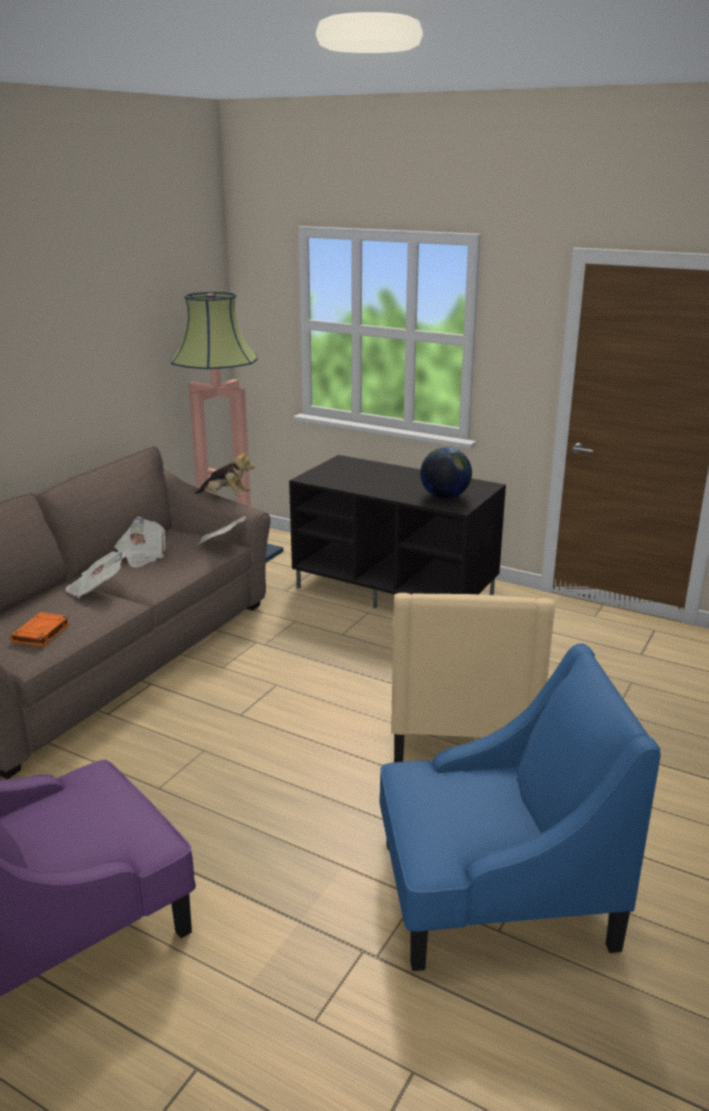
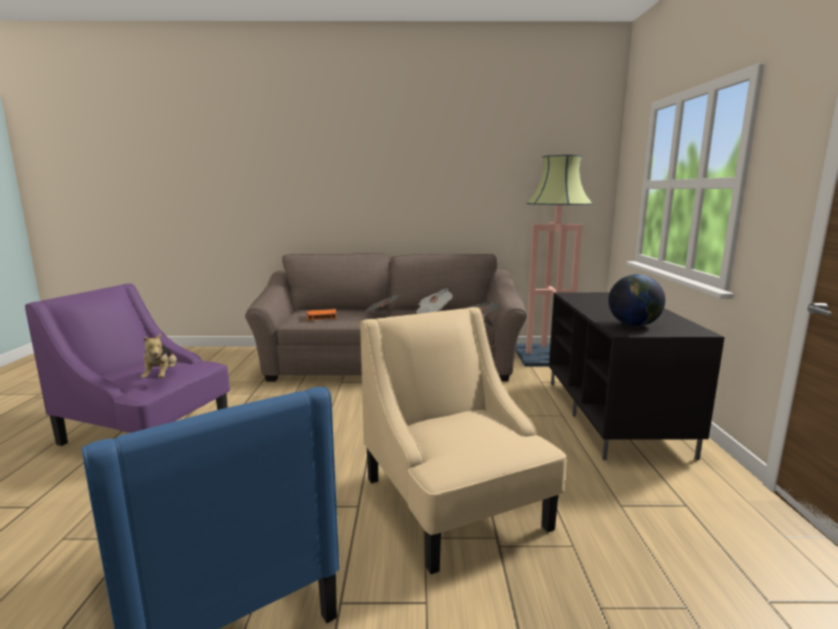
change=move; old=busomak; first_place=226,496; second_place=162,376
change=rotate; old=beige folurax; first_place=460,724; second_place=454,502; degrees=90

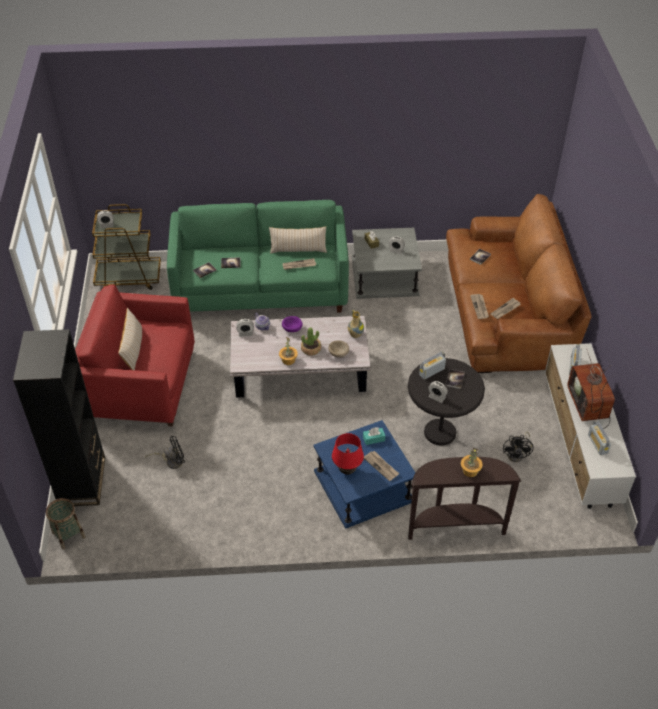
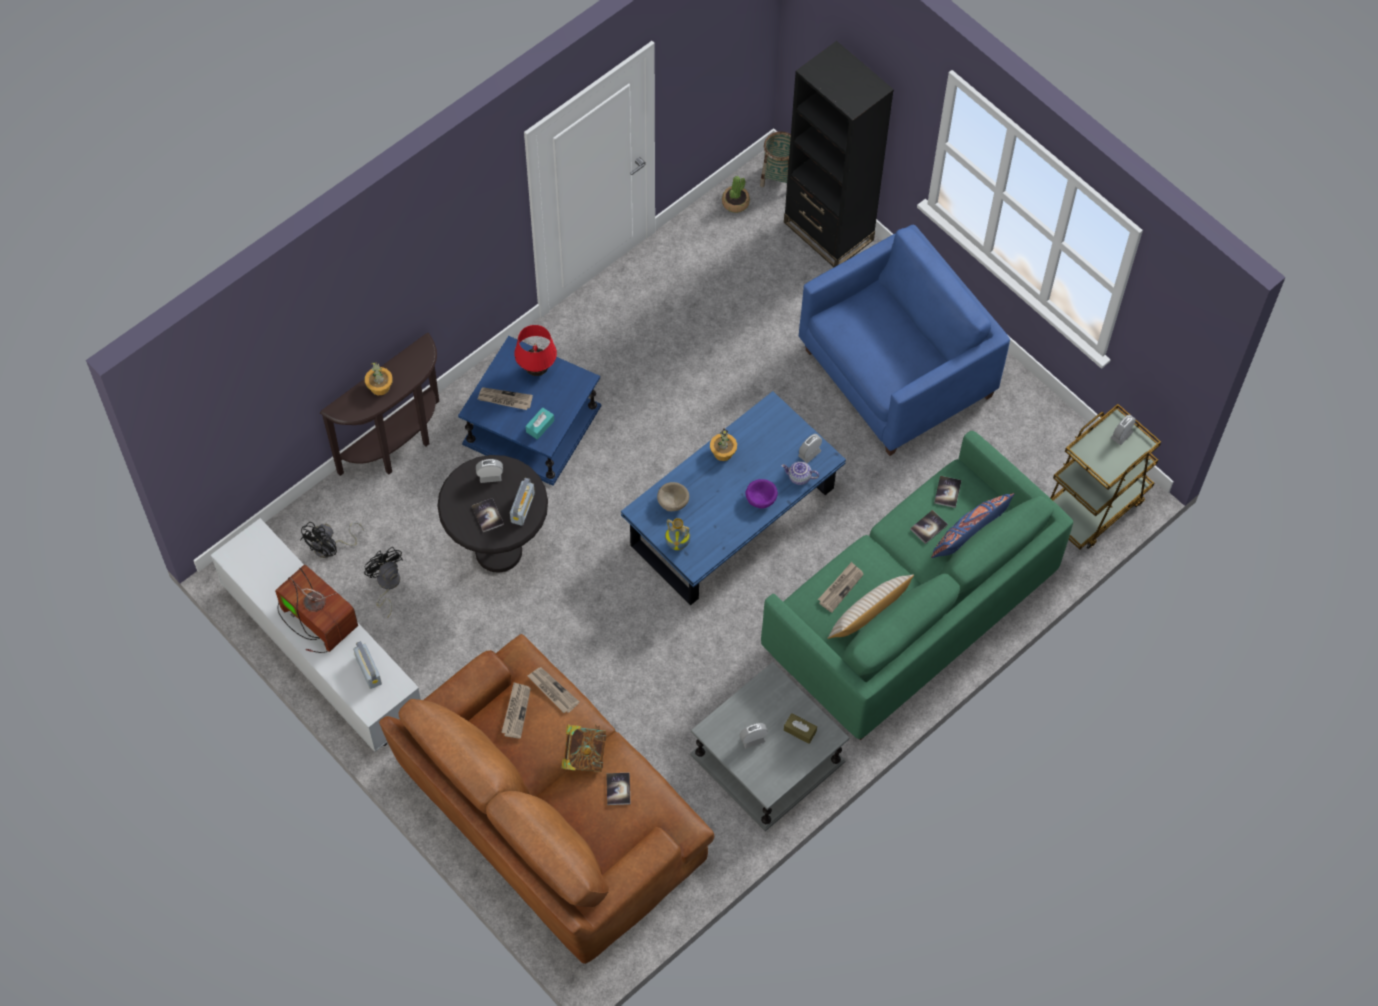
change=recolor; old=red folurax; new=blue folurax; first_place=141,386; second_place=896,372
change=delete; old=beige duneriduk; first_place=133,349
change=recolor; old=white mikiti; new=blue mikiti; first_place=300,373; second_place=731,517
change=move; old=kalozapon; first_place=311,349; second_place=735,202
change=delete; old=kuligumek; first_place=597,444
change=move; old=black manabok; first_place=171,461; second_place=331,547
change=insert; new=blue duneriduk; second_place=970,535
change=insert; new=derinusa; second_place=584,755

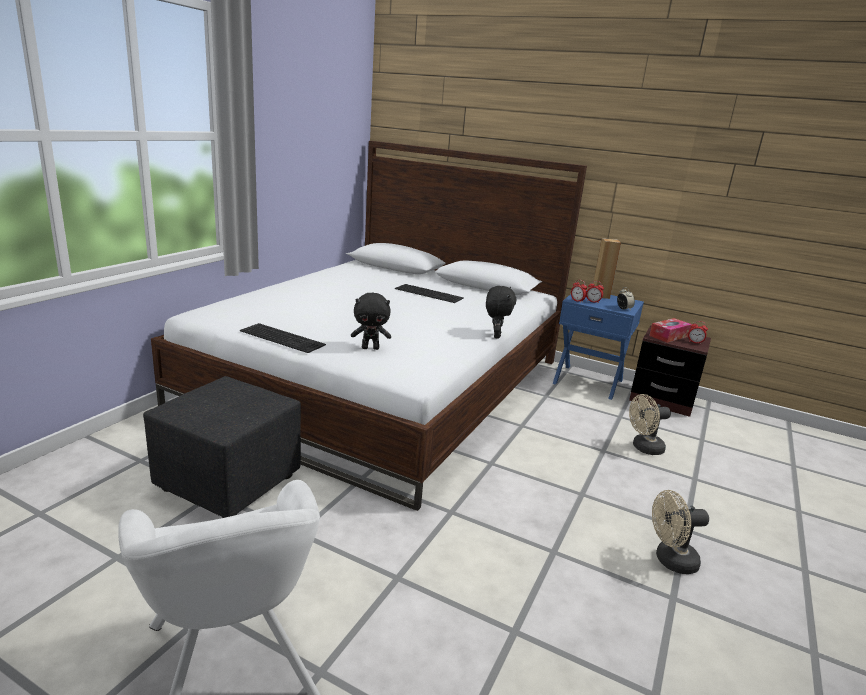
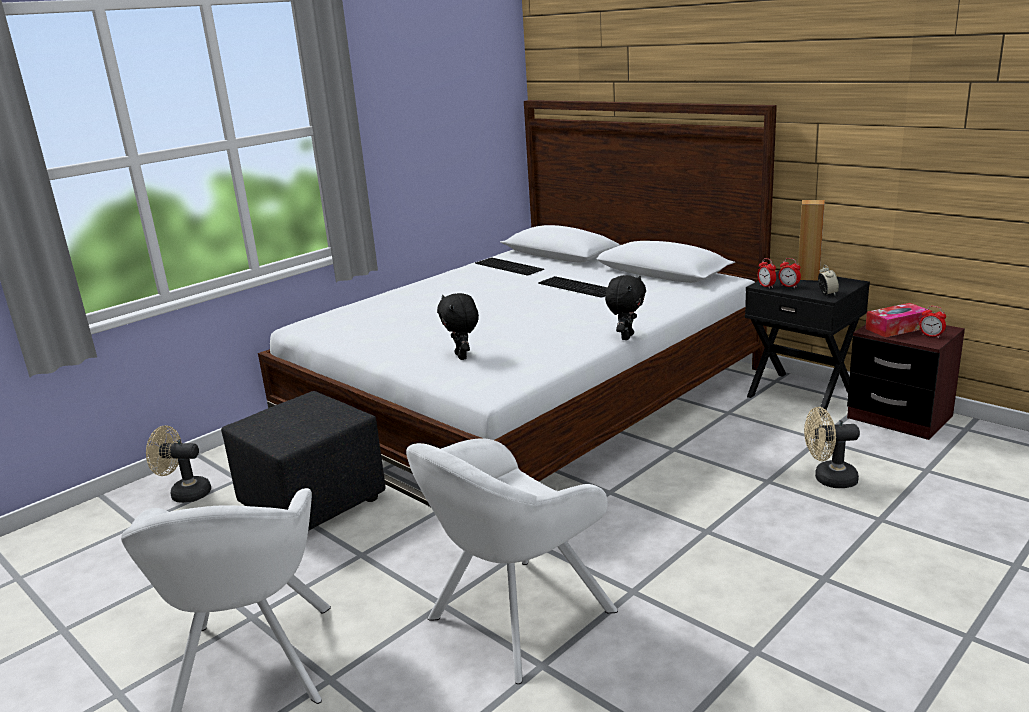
change=recolor; old=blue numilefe; new=black numilefe; first_place=588,381; second_place=801,393
change=rotate; old=black busomak; first_place=370,348; second_place=462,356; degrees=60
change=move; old=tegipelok; first_place=284,337; second_place=510,266
change=move; old=beige manabok; first_place=670,561; second_place=185,493
change=insert; new=white folurax; second_place=514,619

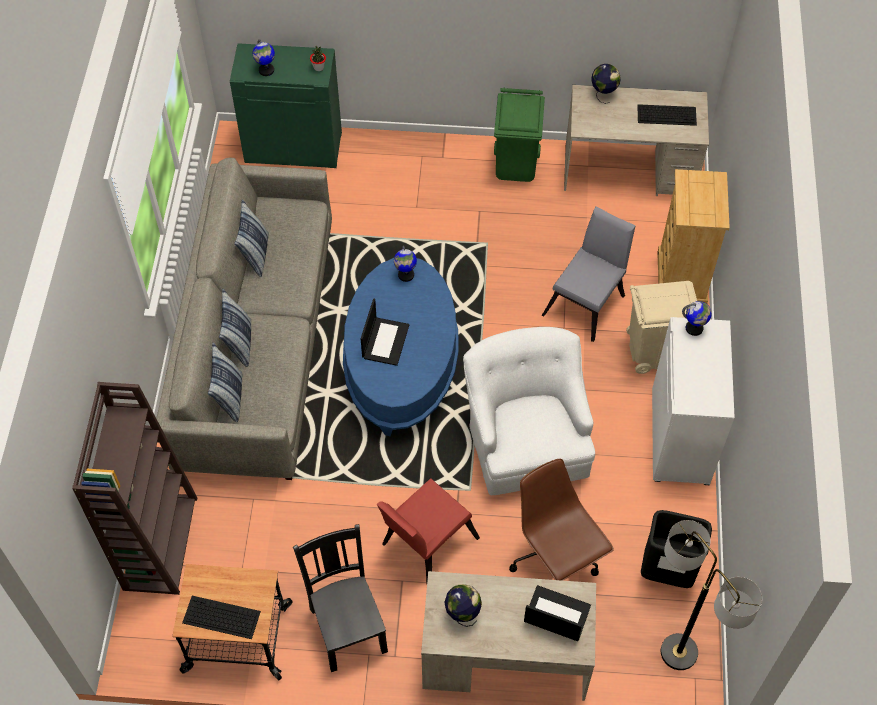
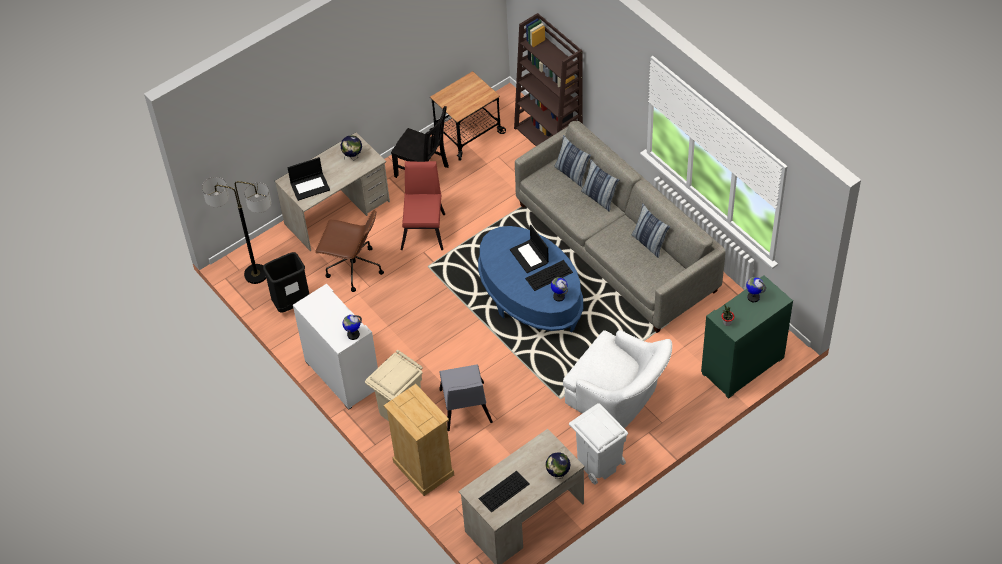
change=recolor; old=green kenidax; new=white kenidax; first_place=516,165; second_place=598,464
change=move; old=white folurax; first_place=526,439; second_place=619,398
change=move; old=tegipelok; first_place=220,617; second_place=549,275

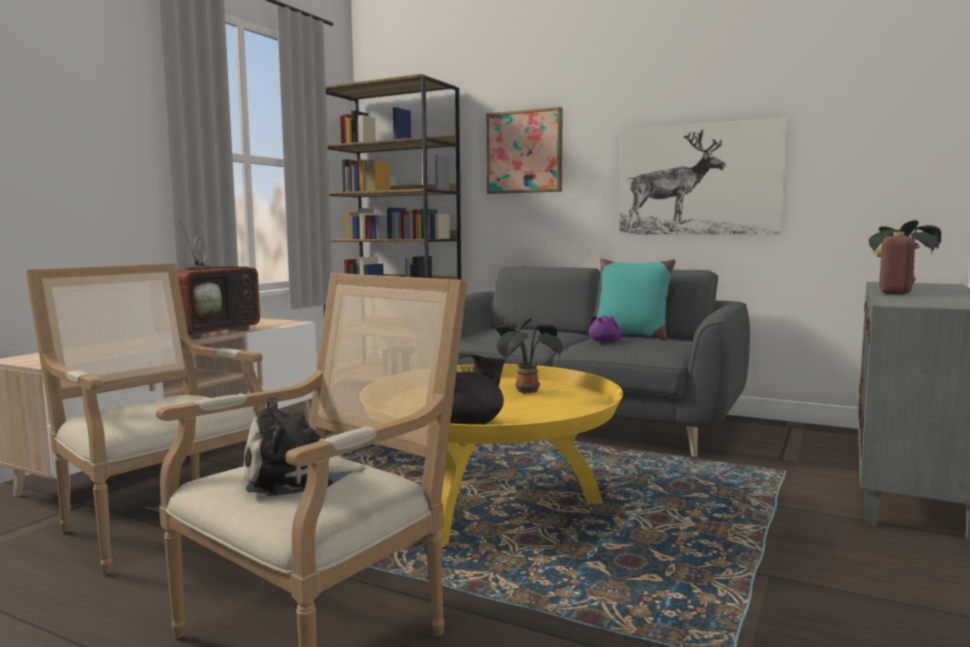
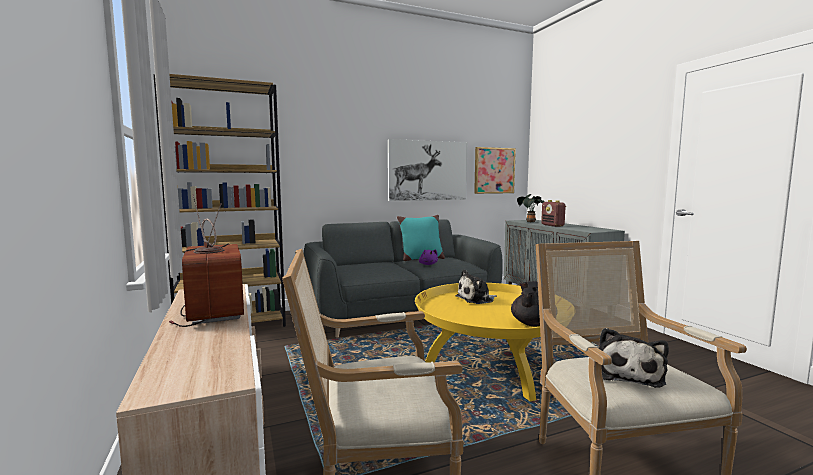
change=move; old=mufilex; first_place=524,152; second_place=494,170
change=replace; old=kalozapon; new=busomak; first_place=525,391; second_place=476,299

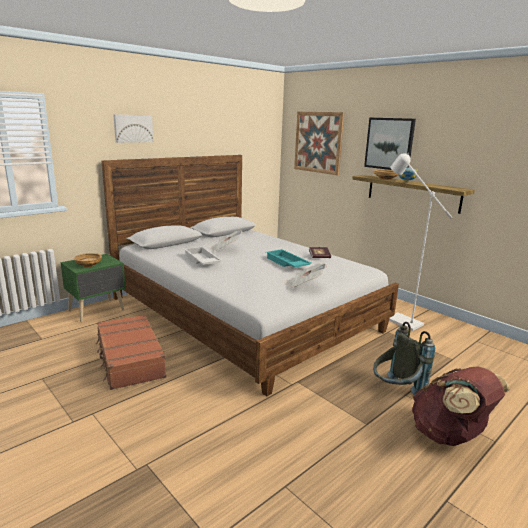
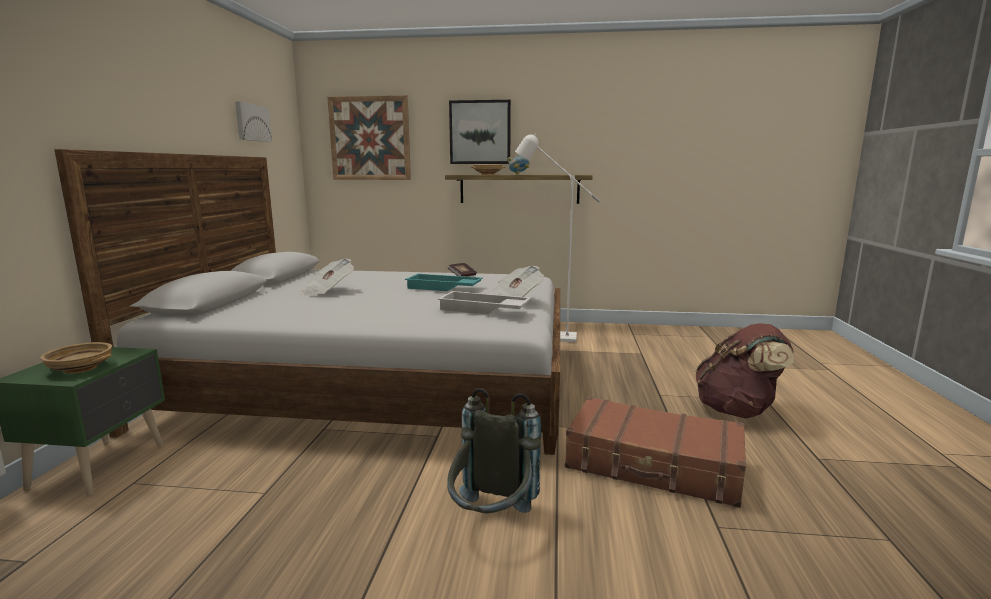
change=move; old=mufilex; first_place=133,128; second_place=252,122
change=move; old=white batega; first_place=201,260; second_place=483,309
change=move; old=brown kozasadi; first_place=129,359; second_place=653,466
change=move; old=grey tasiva; first_place=395,392; second_place=491,521

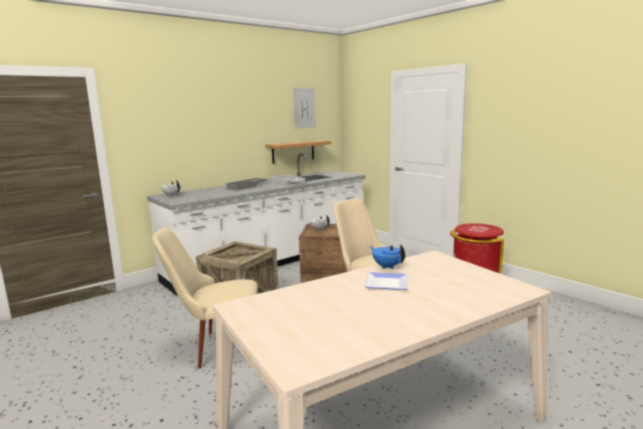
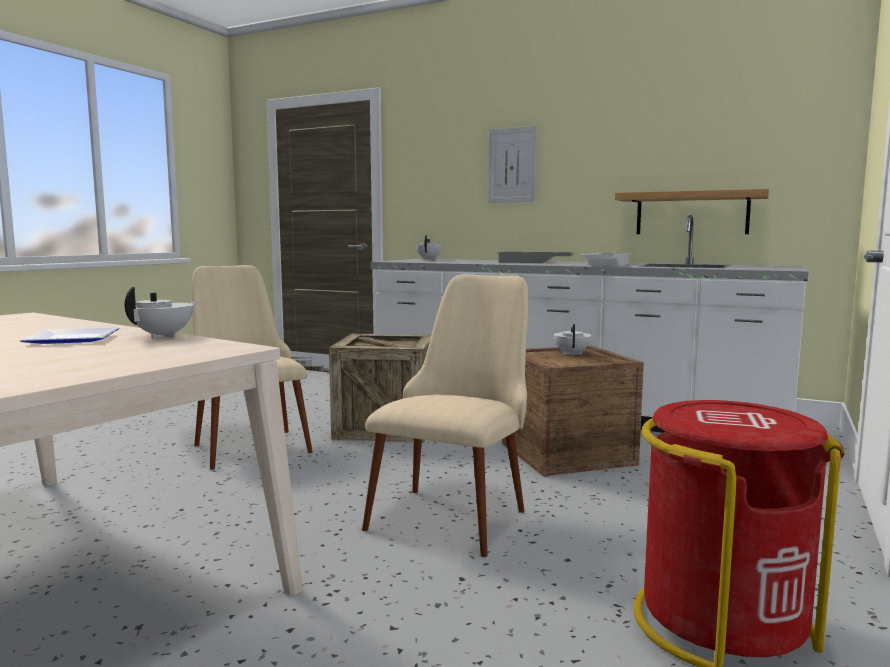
change=move; old=mufilex; first_place=304,108; second_place=512,165
change=recolor; old=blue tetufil; new=white tetufil; first_place=387,266; second_place=164,336

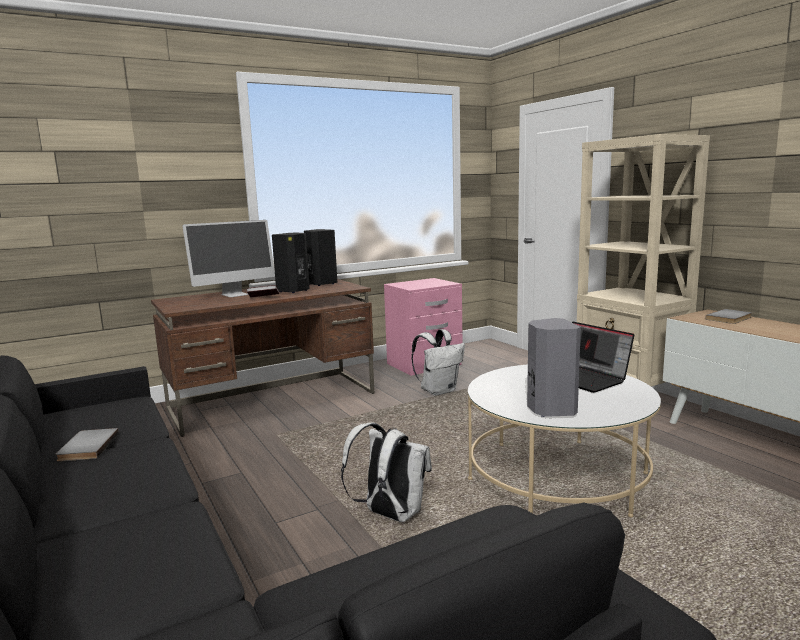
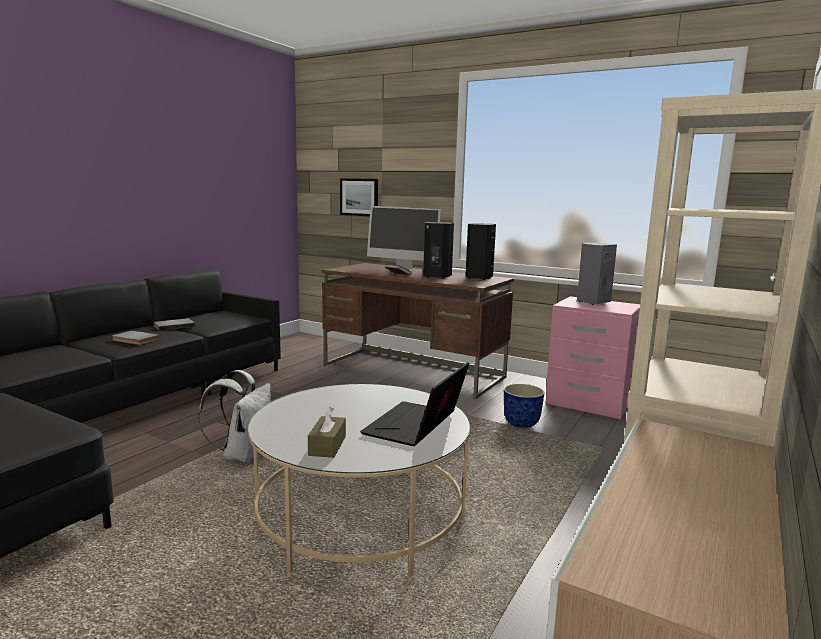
change=move; old=grey derinusa; first_place=730,318; second_place=134,340
change=move; old=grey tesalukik; first_place=550,410; second_place=592,302
change=replace; old=white tasiva; new=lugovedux; first_place=439,391; second_place=522,423
change=insert; new=mufilex; second_place=359,197
change=insert; new=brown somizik; second_place=327,446

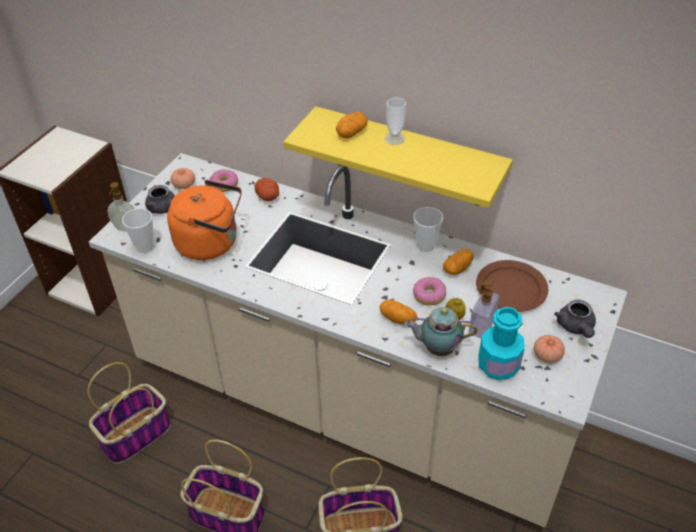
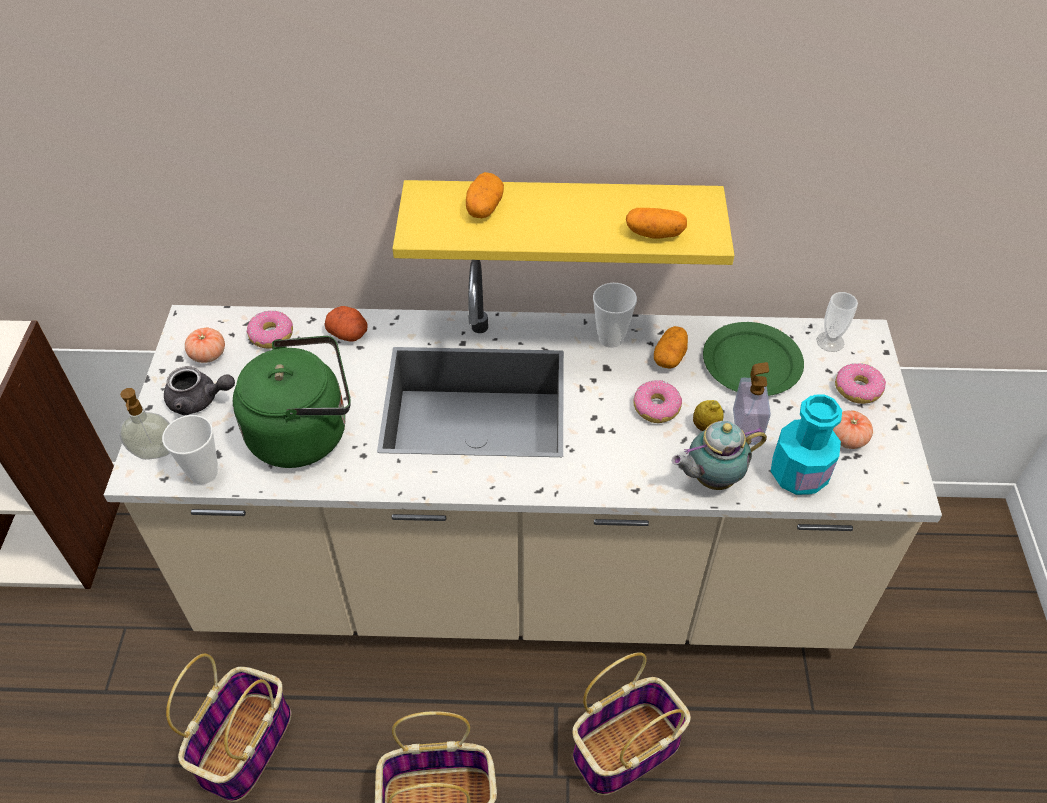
change=move; old=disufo; first_place=394,138; second_place=830,342
change=recolor; old=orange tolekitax; new=green tolekitax; first_place=211,243; second_place=305,432
change=recolor; old=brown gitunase; new=green gitunase; first_place=511,289; second_place=752,363
change=move; old=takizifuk; first_place=398,319; second_place=654,233
change=replace; old=grey tetufil; new=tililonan; first_place=576,327; second_place=858,389

